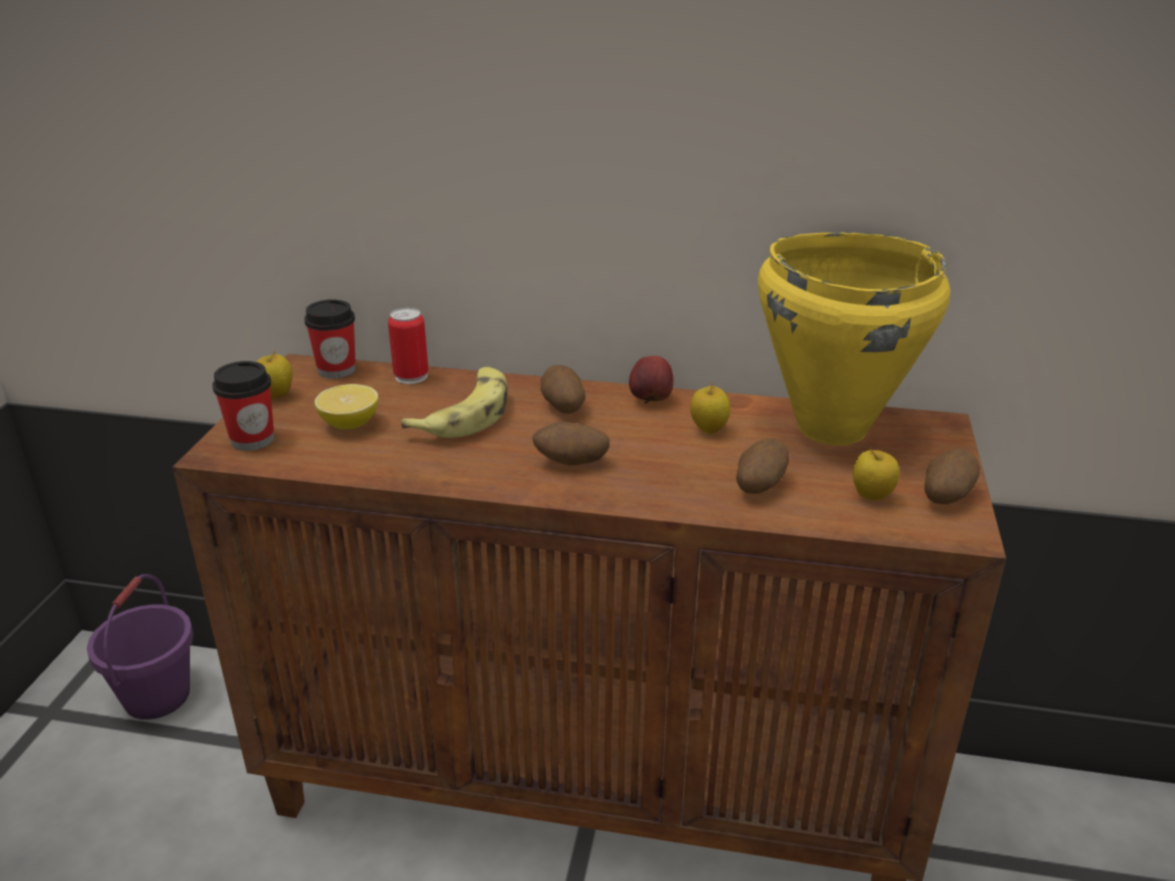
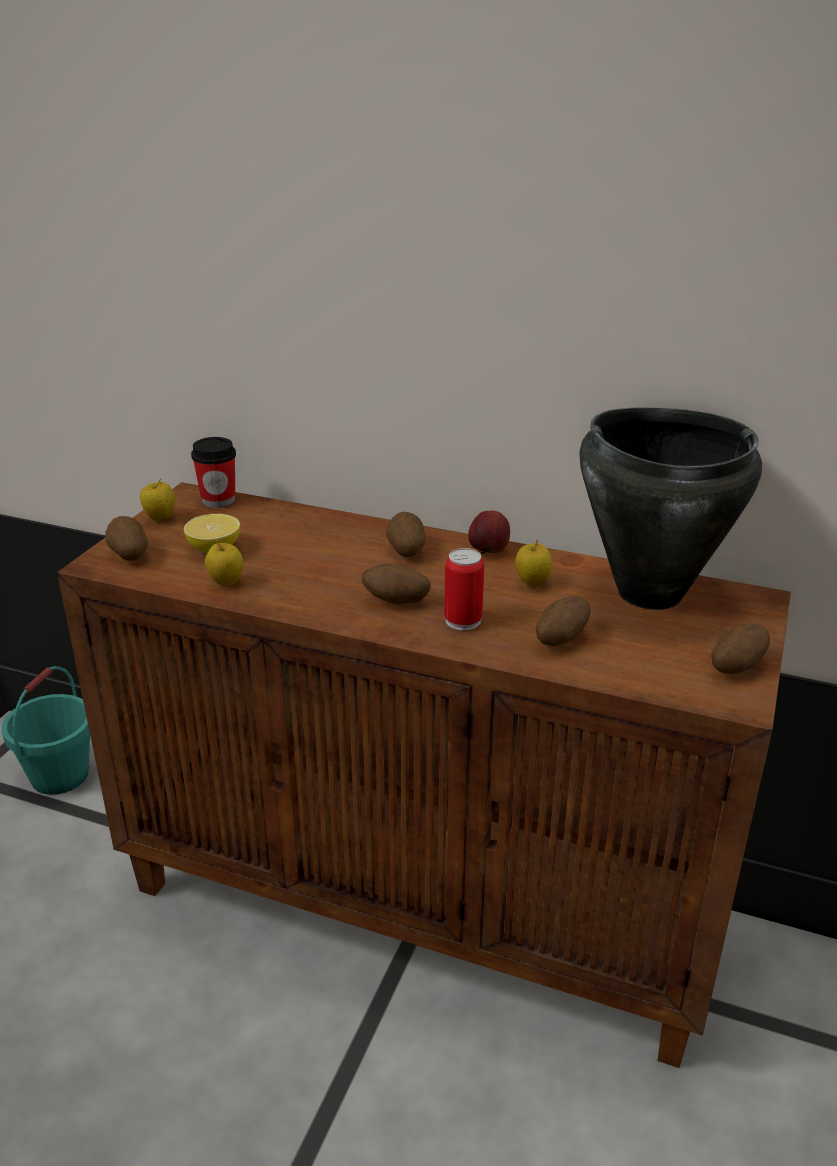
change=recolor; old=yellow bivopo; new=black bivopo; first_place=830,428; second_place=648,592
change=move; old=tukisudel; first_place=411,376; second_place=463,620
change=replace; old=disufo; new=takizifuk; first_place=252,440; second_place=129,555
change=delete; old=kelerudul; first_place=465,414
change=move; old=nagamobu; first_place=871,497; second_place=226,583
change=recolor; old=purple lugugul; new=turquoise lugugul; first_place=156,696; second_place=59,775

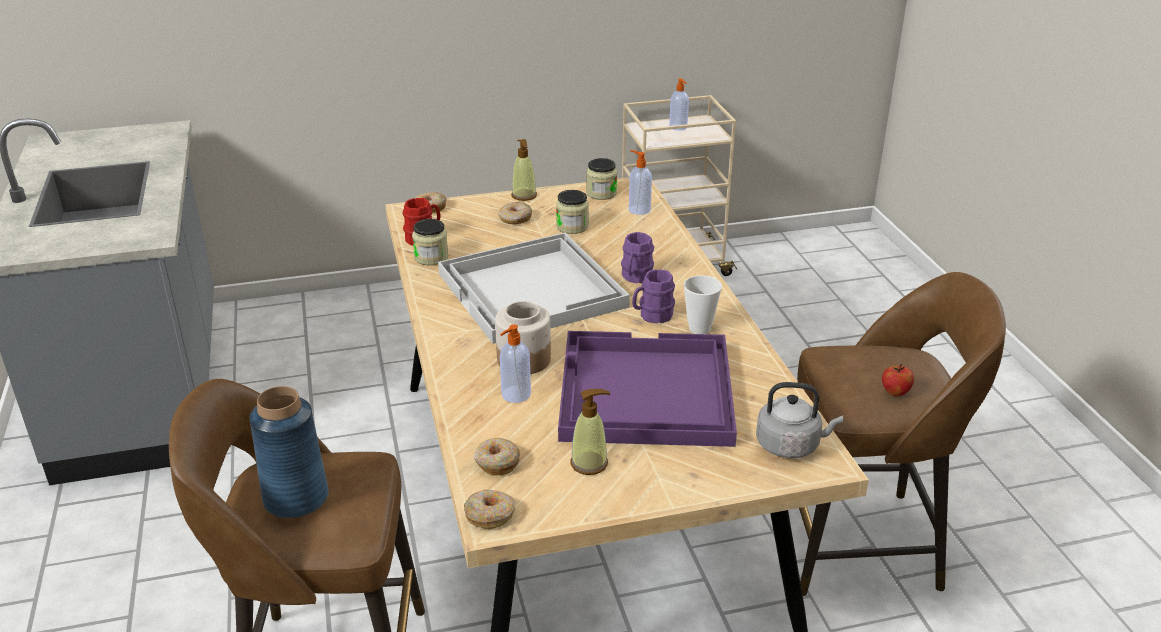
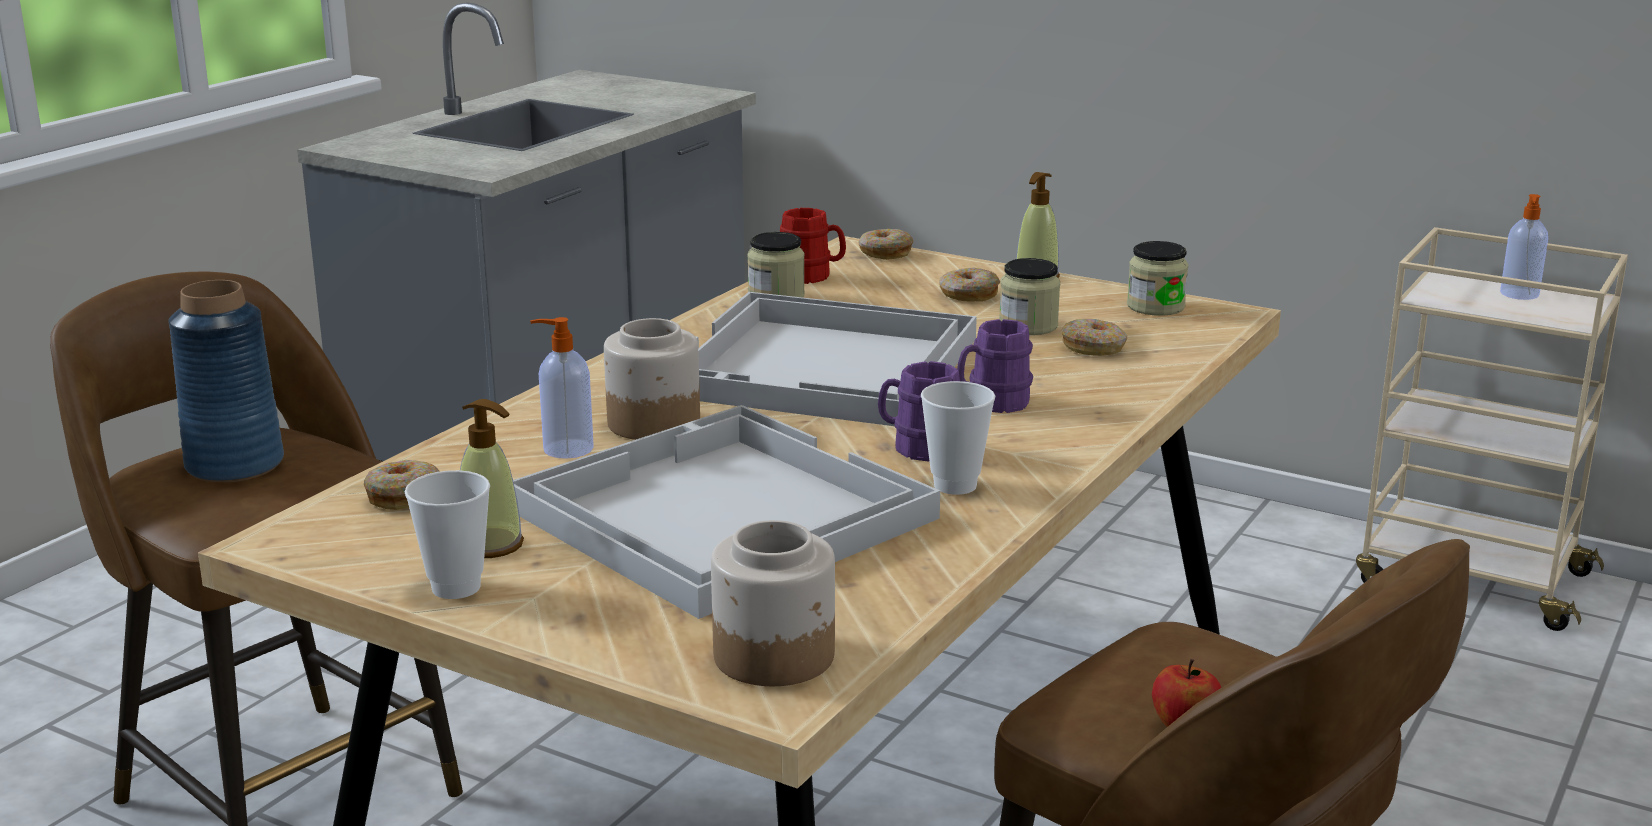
change=delete; old=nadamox; first_place=638,209
change=recolor; old=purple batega; new=white batega; first_place=644,392; second_place=718,514
change=replace; old=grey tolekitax; new=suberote; first_place=791,445; second_place=775,656
change=move; old=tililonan; first_place=490,515; second_place=1094,348
change=insert; new=disufo; second_place=456,587

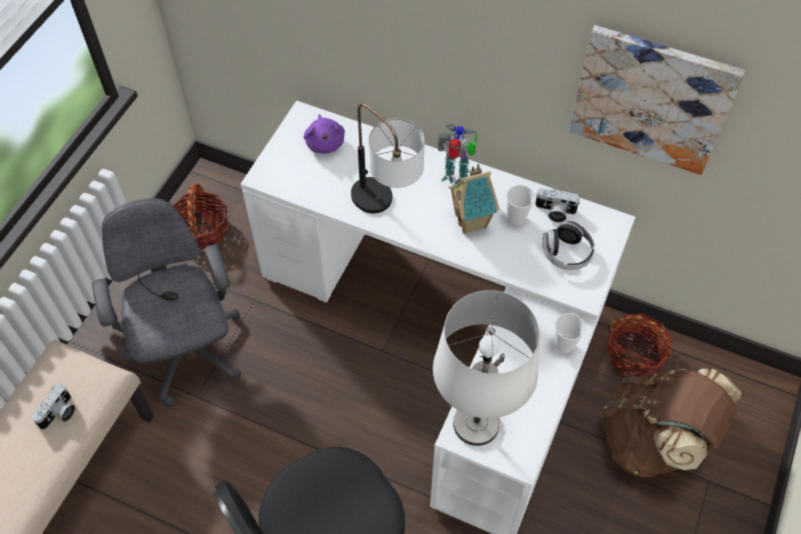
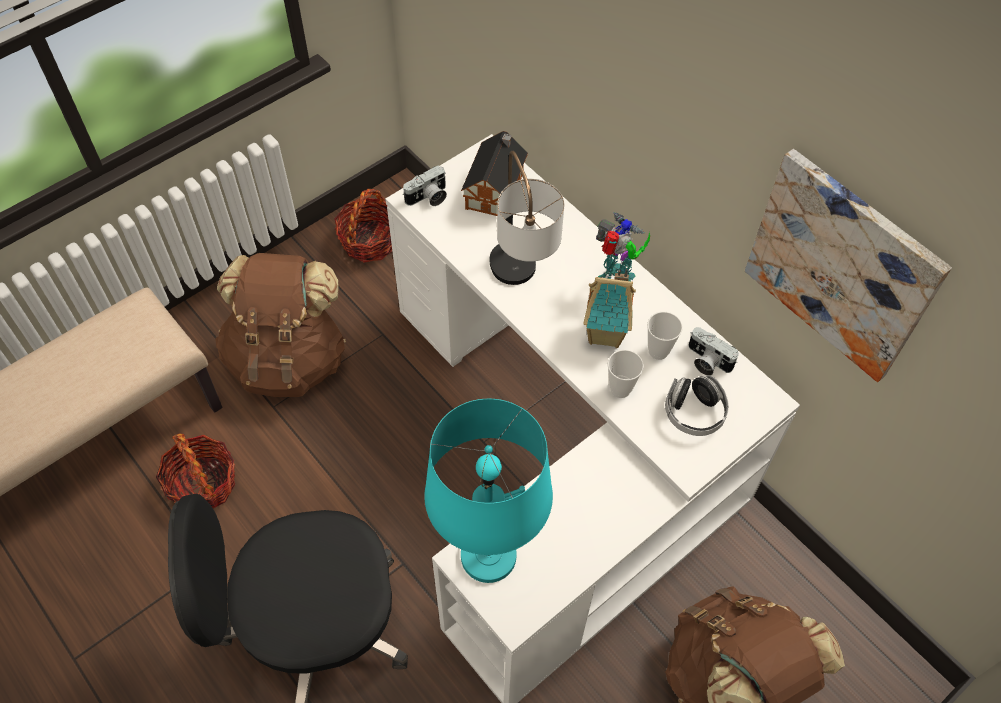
change=replace; old=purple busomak; new=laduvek; first_place=325,142; second_place=496,188
change=replace; old=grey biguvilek; new=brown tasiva; first_place=188,353; second_place=288,359
change=recolor; old=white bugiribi; new=turquoise bugiribi; first_place=476,424; second_place=488,557
change=move; old=disufo; first_place=564,345; second_place=620,389
change=move; old=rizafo; first_place=634,354; second_place=203,484
change=move; old=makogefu; first_place=59,414; second_place=428,198

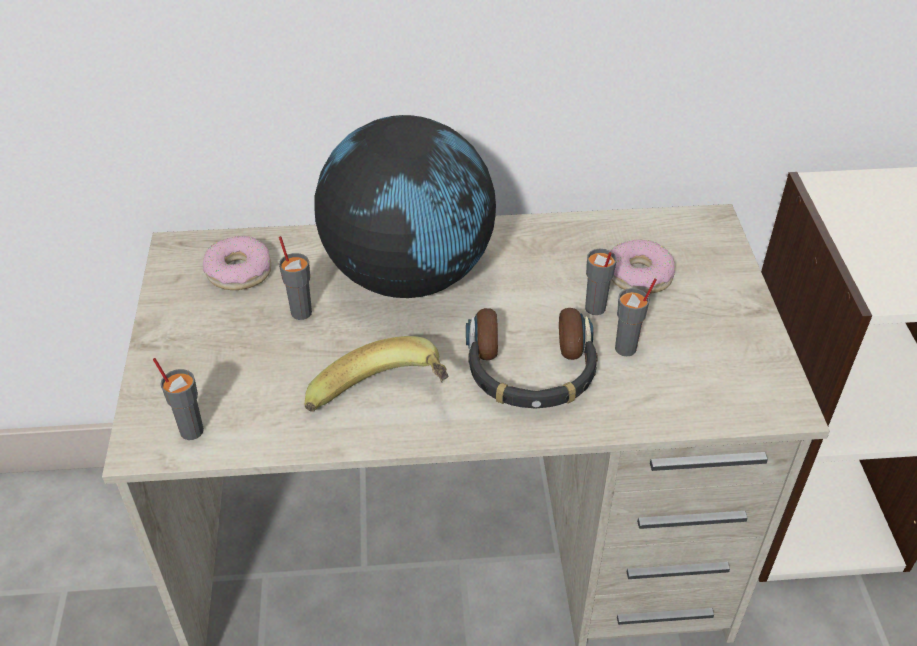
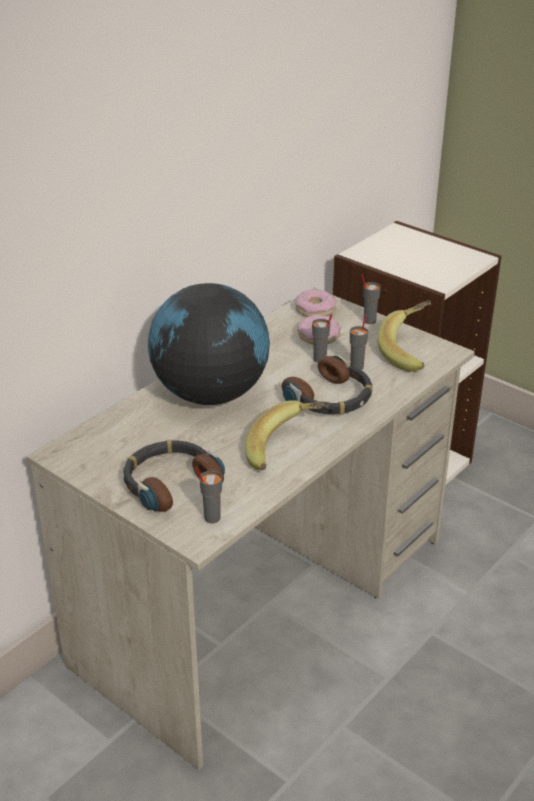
change=move; old=tililonan; first_place=239,271; second_place=315,310
change=move; old=grey disufo; first_place=301,312; second_place=369,321
change=insert; new=kelerudul; second_place=411,351
change=insert; new=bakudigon; second_place=170,482

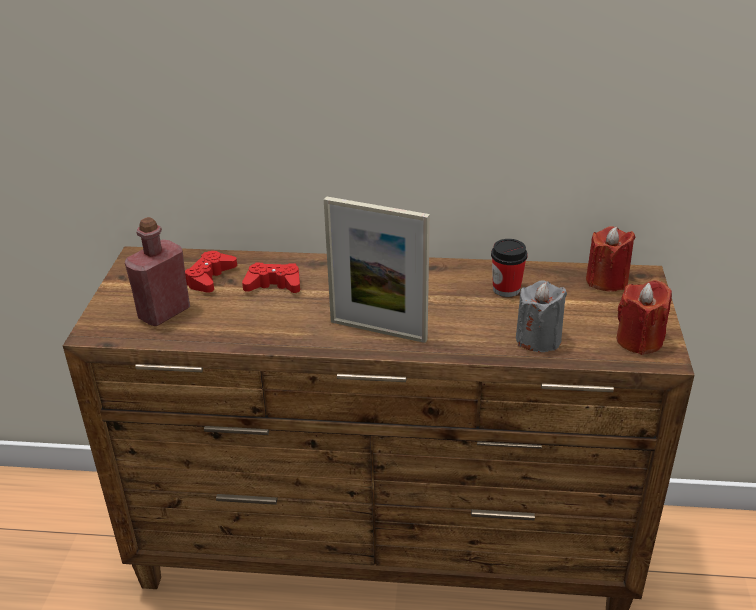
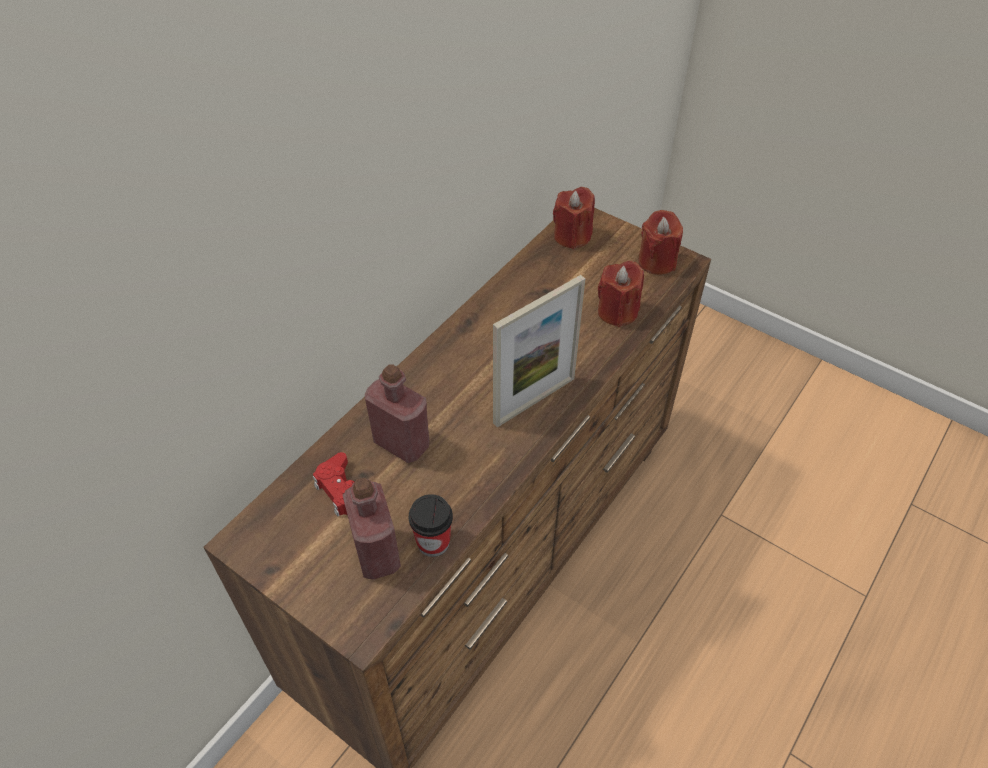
change=move; old=disufo; first_place=506,289; second_place=433,542
change=replace; old=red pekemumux; new=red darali; first_place=274,285; second_place=401,443
change=recolor; old=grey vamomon; new=red vamomon; first_place=538,339; second_place=617,312

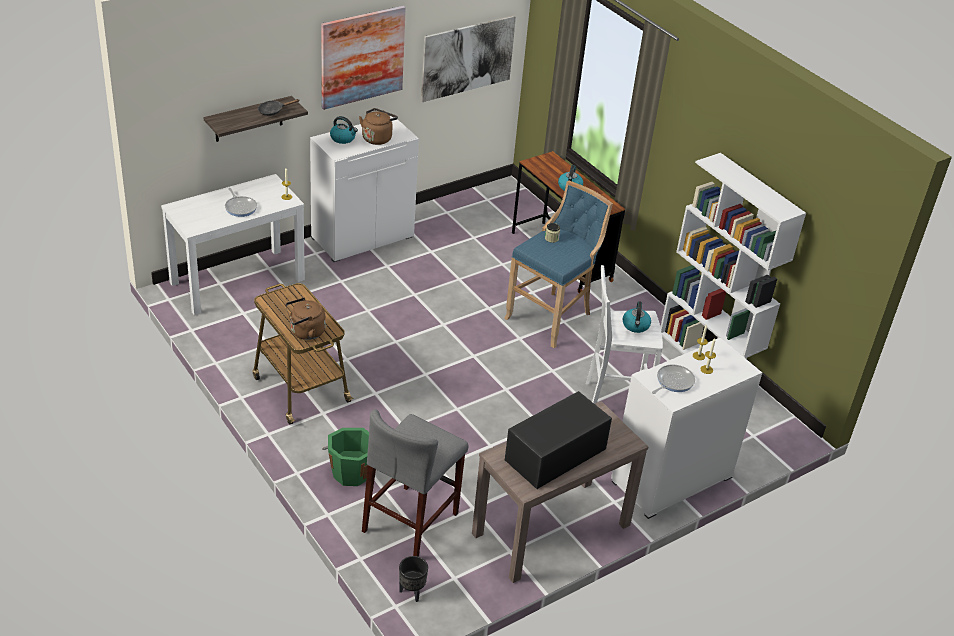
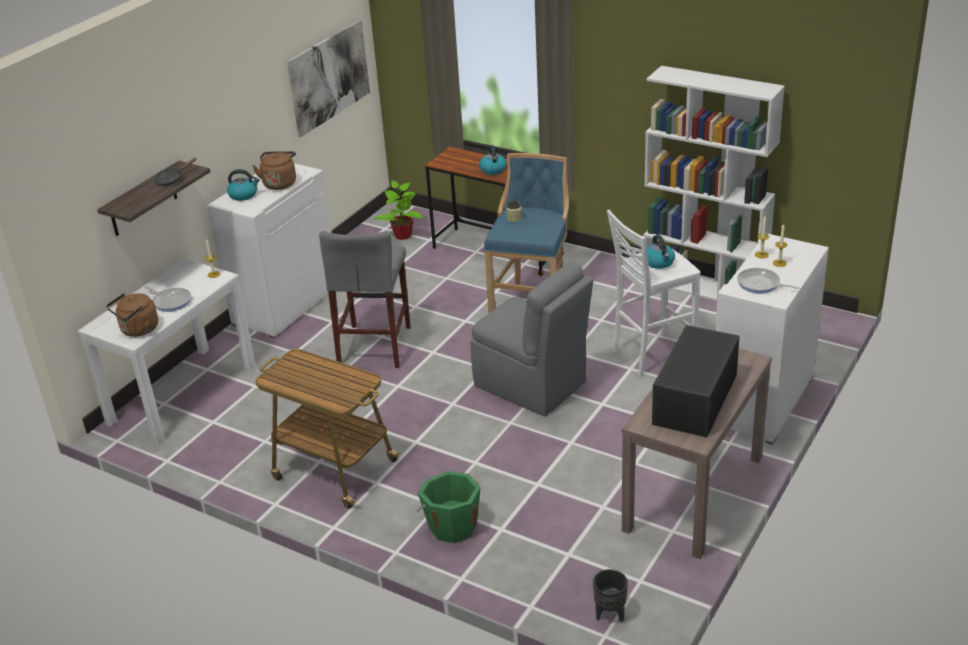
change=delete; old=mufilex; first_place=362,56
change=move; old=brown tolekitax; first_place=305,332; second_place=138,330
change=rotate; old=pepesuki; first_place=673,382; second_place=761,284; degrees=-75
change=move; old=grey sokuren; first_place=411,522; second_place=375,346
change=insert; new=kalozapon; second_place=402,236
change=insert; new=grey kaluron; second_place=532,385

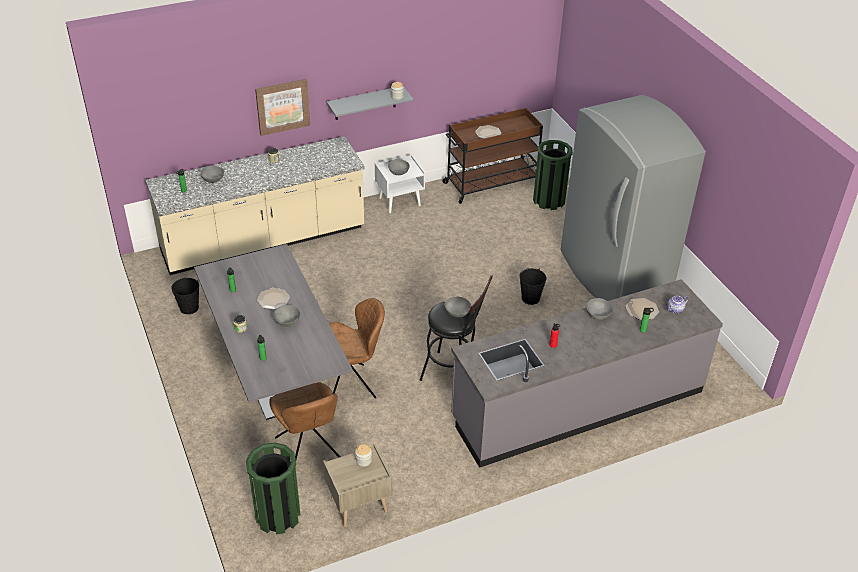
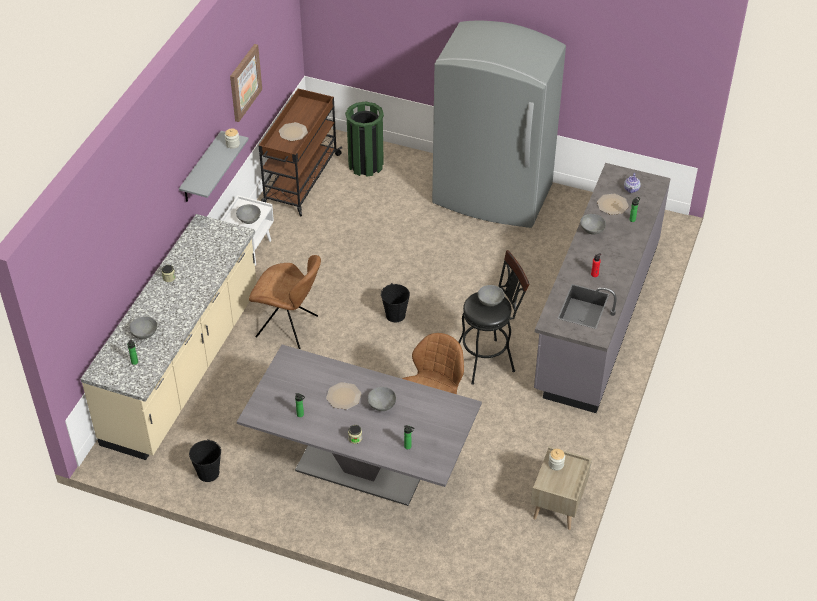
change=move; old=mufilex; first_place=282,106; second_place=244,82
change=move; old=black lugugul; first_place=530,298; second_place=395,315
change=move; old=brown kaluron; first_place=308,450; second_place=289,327
change=delete; old=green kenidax; first_place=277,515

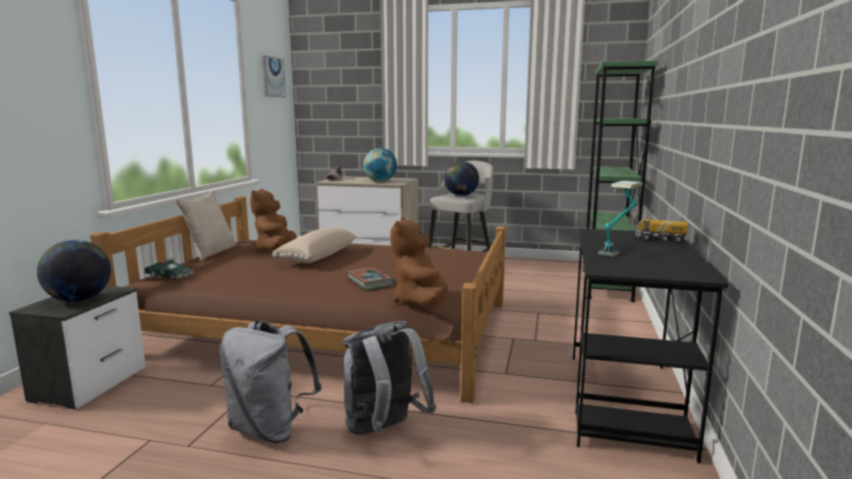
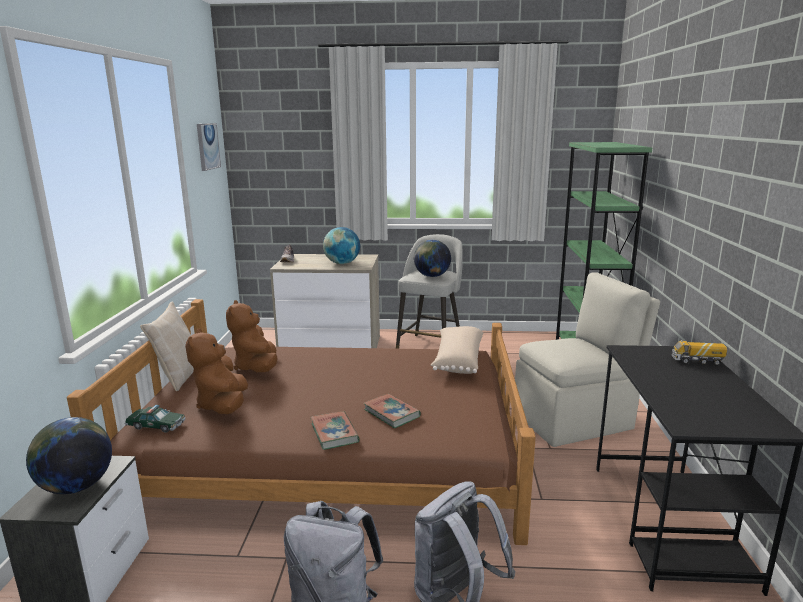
change=delete; old=bugiribi; first_place=618,249
change=move; old=brown busomak; first_place=421,302; second_place=223,405
change=move; old=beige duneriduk; first_place=316,257; second_place=457,360
change=insert; new=beige kaluron; second_place=575,420
change=insert; new=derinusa; second_place=334,433

